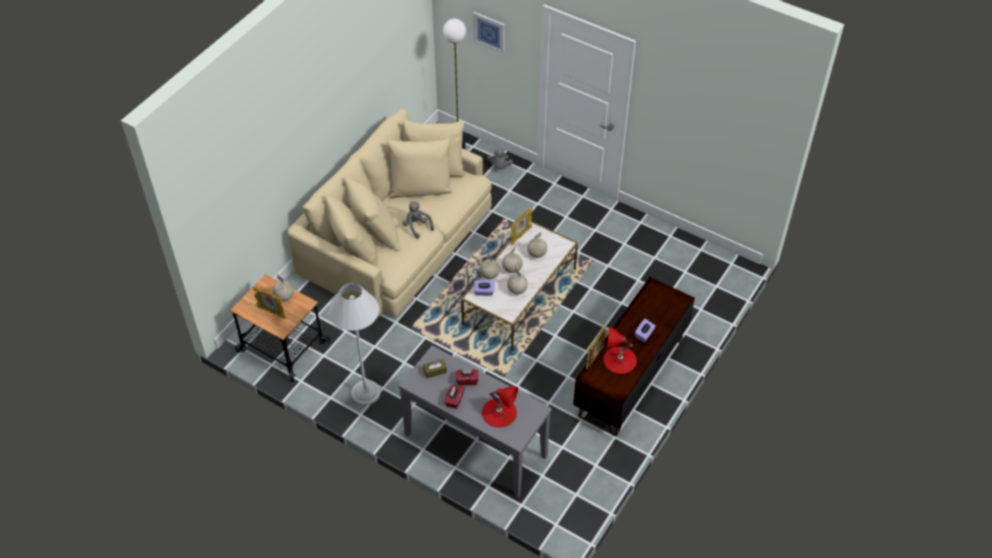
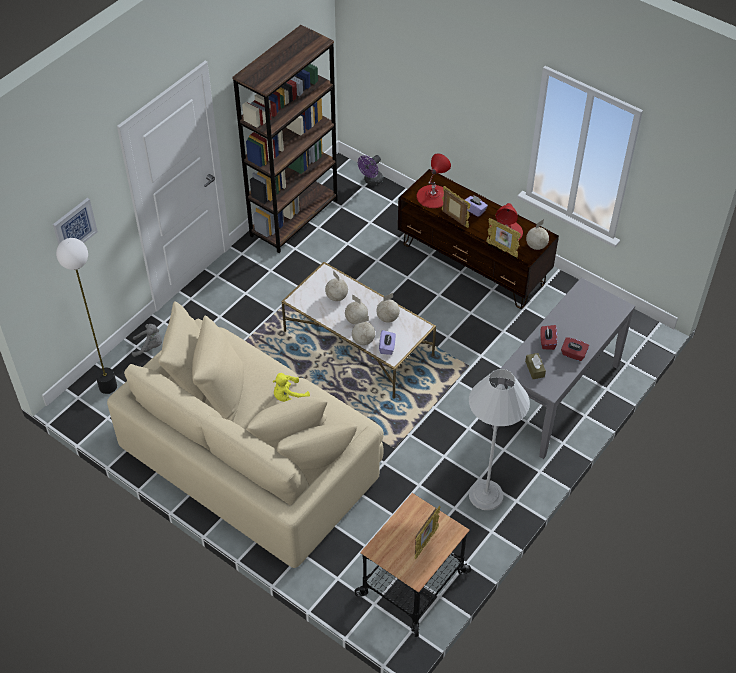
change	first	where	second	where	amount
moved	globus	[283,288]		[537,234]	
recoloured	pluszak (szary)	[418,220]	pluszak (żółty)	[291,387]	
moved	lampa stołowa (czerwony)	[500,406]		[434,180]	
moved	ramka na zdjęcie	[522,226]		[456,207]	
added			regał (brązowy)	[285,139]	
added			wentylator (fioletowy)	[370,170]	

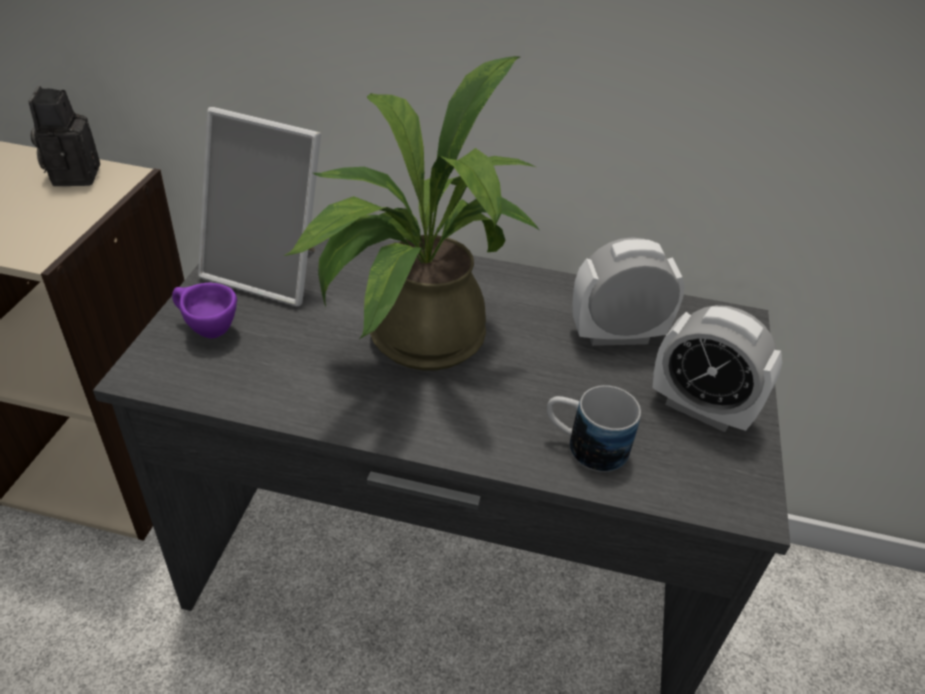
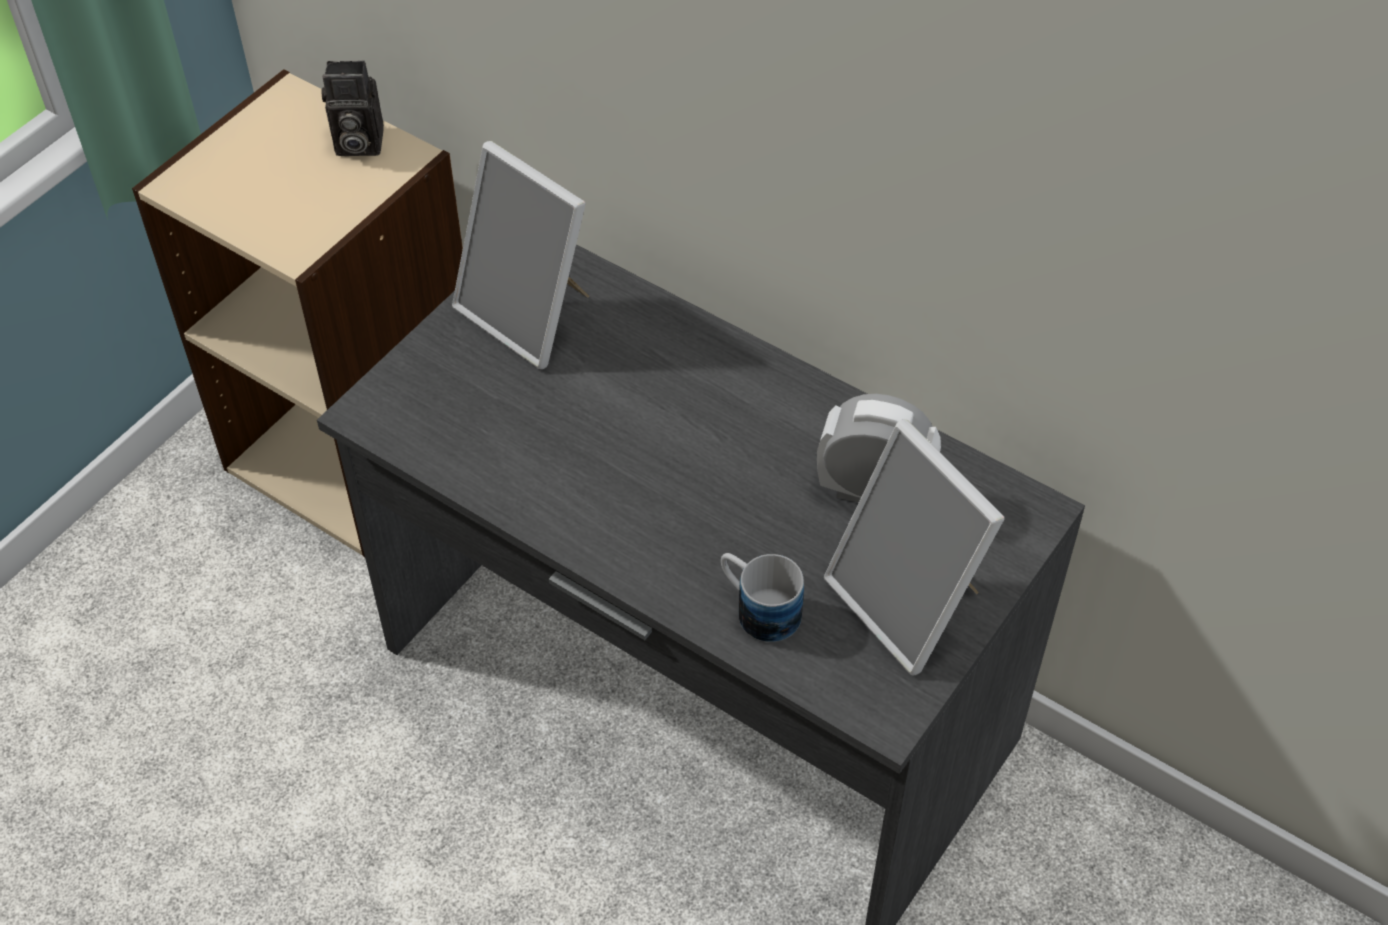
change	first	where	second	where	amount
turned	aparat fotograficzny	[64,136]		[353,108]	105 degrees counterclockwise
removed	filiżanka (fioletowy)	[204,310]			
removed	roślina doniczkowa	[412,213]			
replaced	budzik	[717,368]	ramka na zdjęcie	[914,547]	

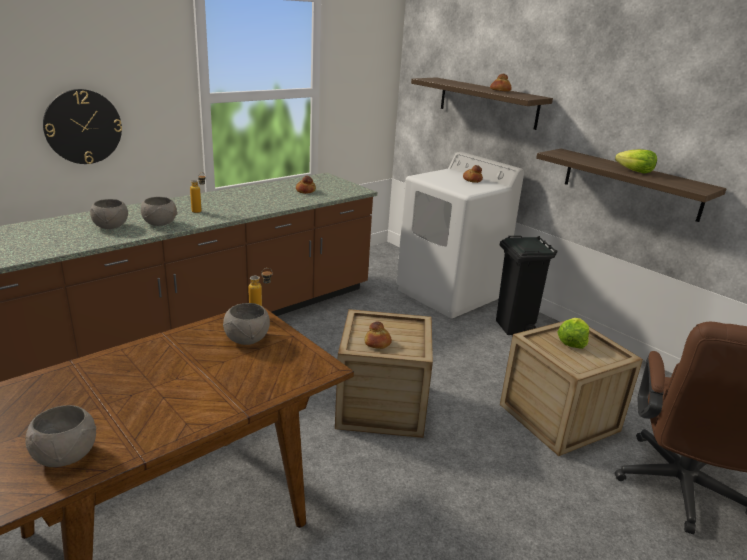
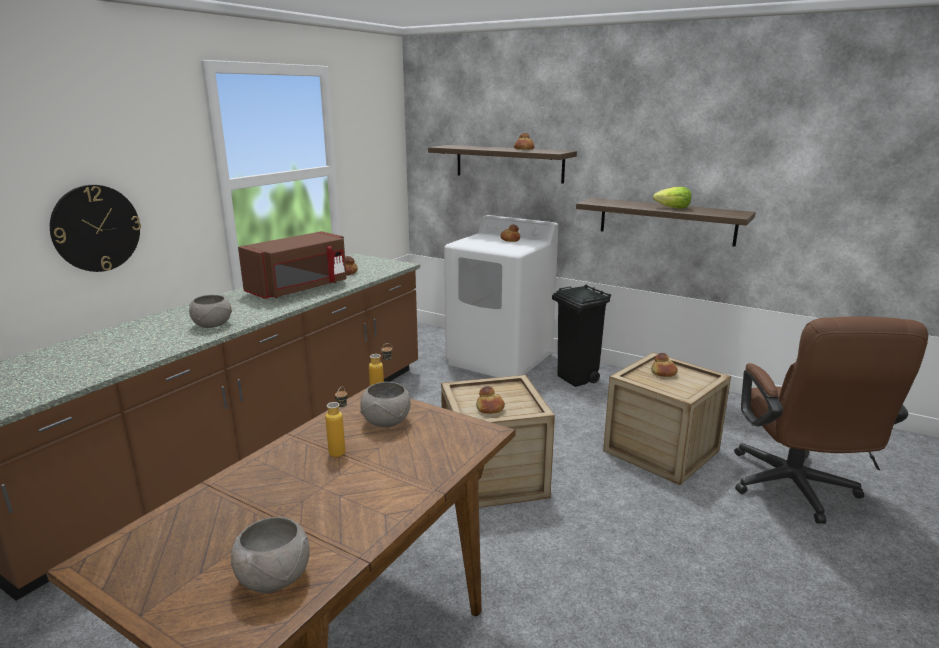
change	first	where	second	where	amount
removed	miska (szary)	[109,214]			
moved	butelka	[197,192]		[336,421]	
replaced	sałata	[573,333]	chleb	[664,365]	
added			mikrofalówka (brązowy)	[292,265]	

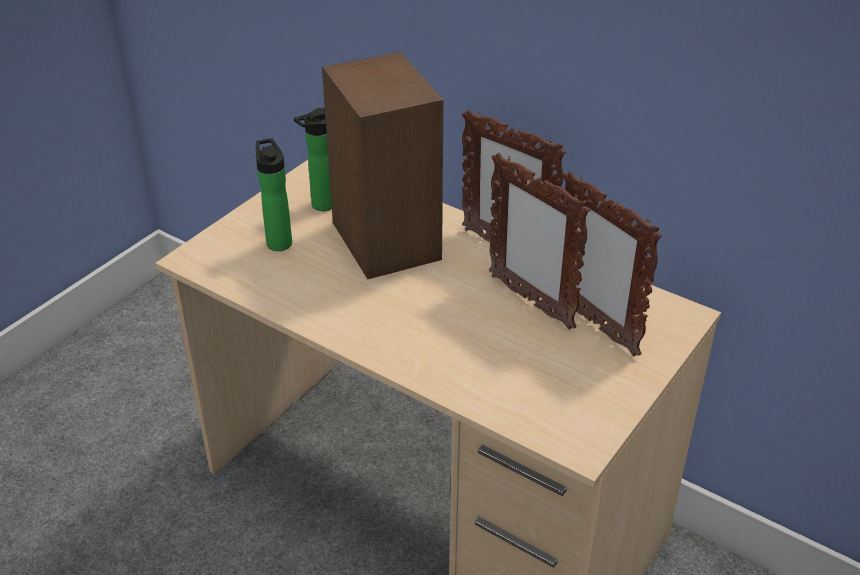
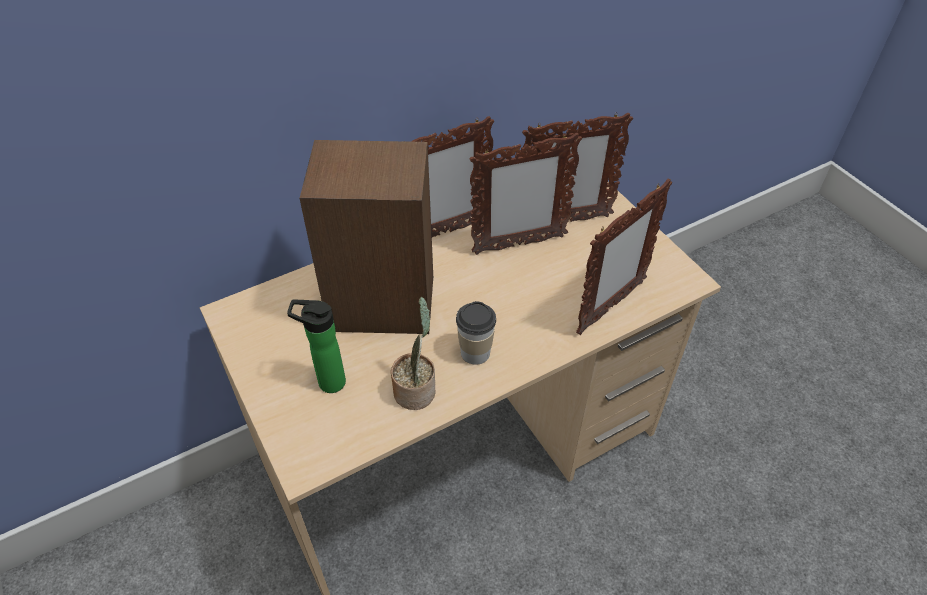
change	first	where	second	where	amount
removed	butelka	[313,159]			
added			roślina doniczkowa	[413,353]	
added			filiżanka	[476,333]	
added			ramka na zdjęcie	[624,257]	

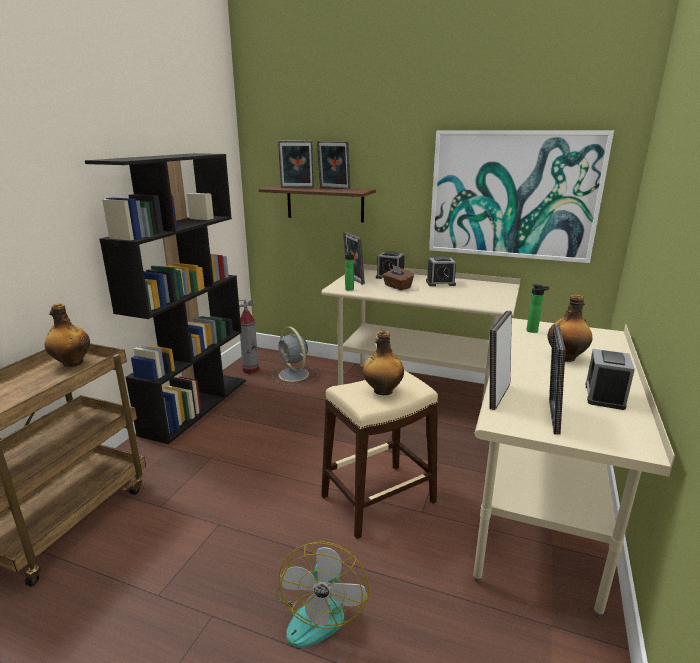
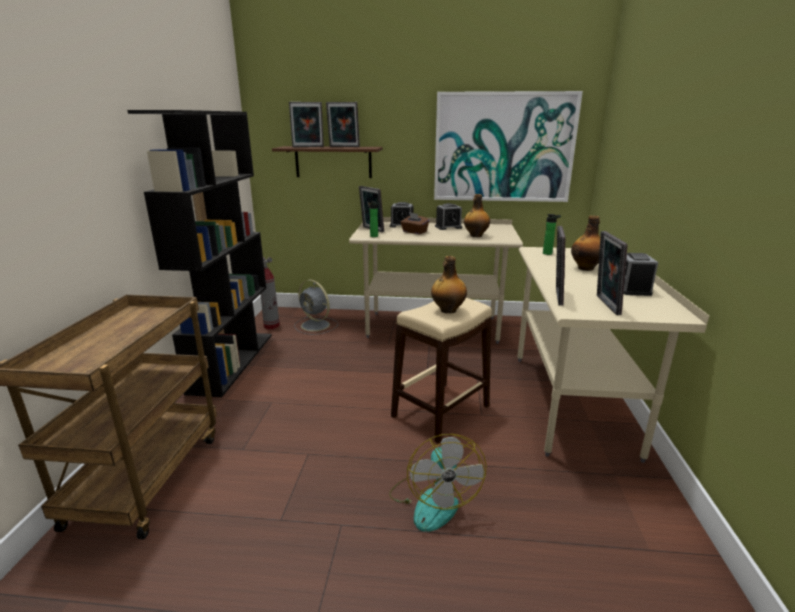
change	first	where	second	where	amount
moved	butelka	[67,335]		[477,215]	

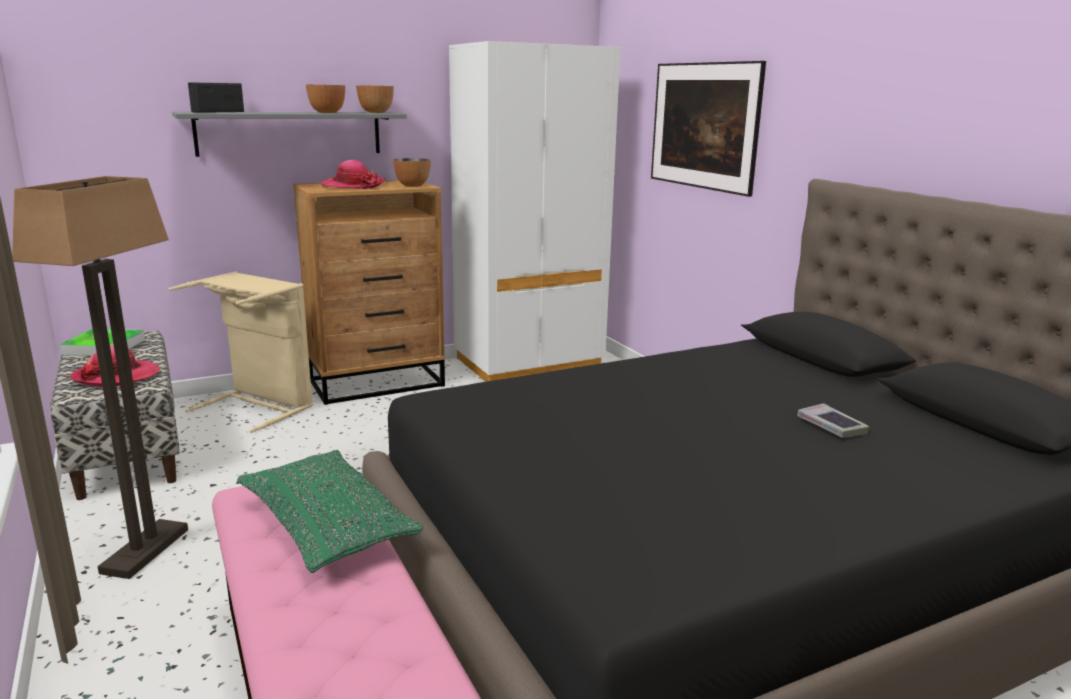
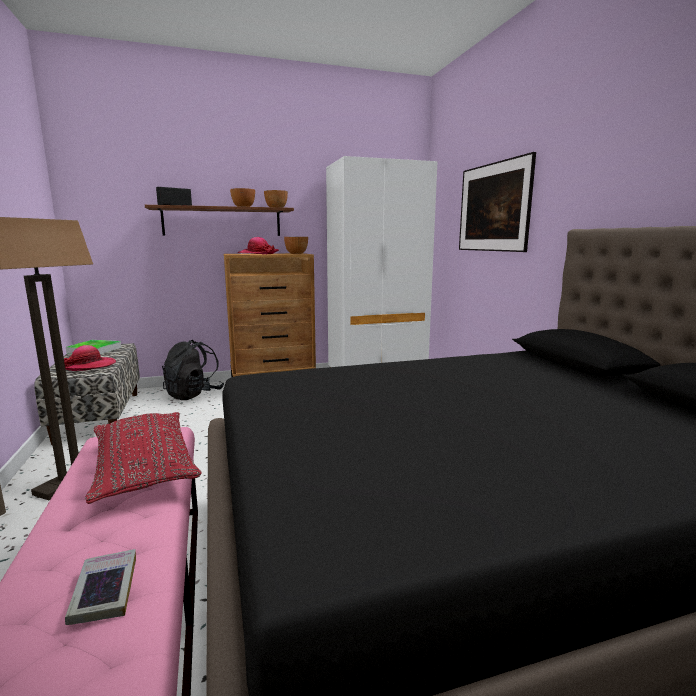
change	first	where	second	where	amount
replaced	kosz na pranie (beżowy)	[241,352]	plecak (czarny)	[193,370]	
recoloured	półka (szary)	[289,134]	półka (brązowy)	[219,220]	
recoloured	poduszka (zielony)	[330,511]	poduszka (czerwony)	[143,458]	
moved	książka	[833,420]		[100,587]	

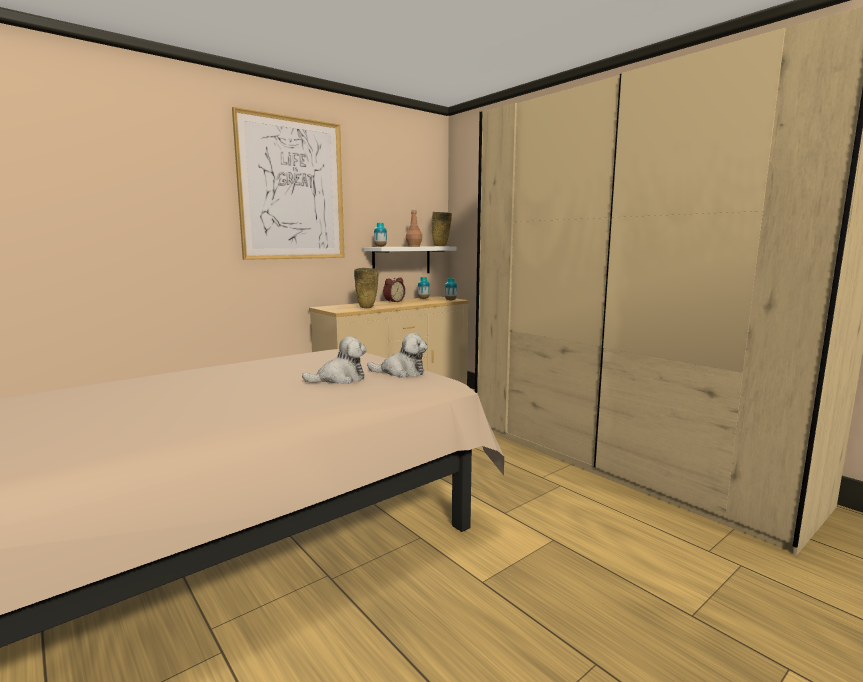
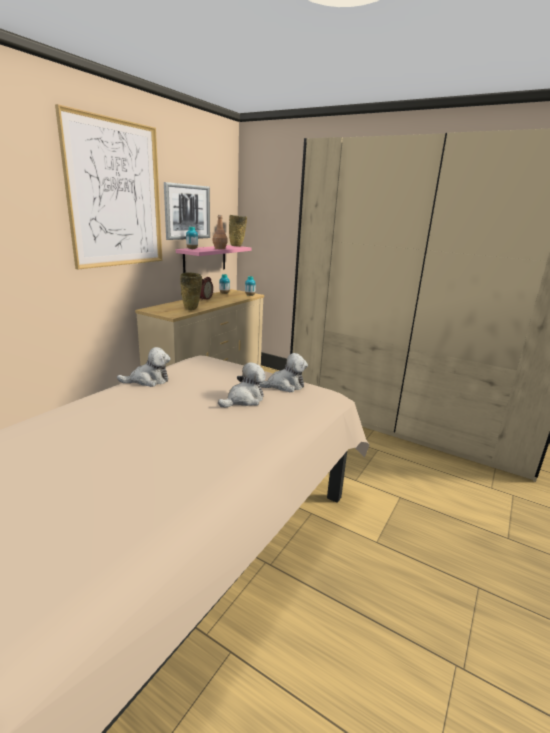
change	first	where	second	where	amount
recoloured	półka (biały)	[409,260]	półka (różowy)	[213,259]	
added			pluszak	[144,367]	
added			obraz	[187,211]	

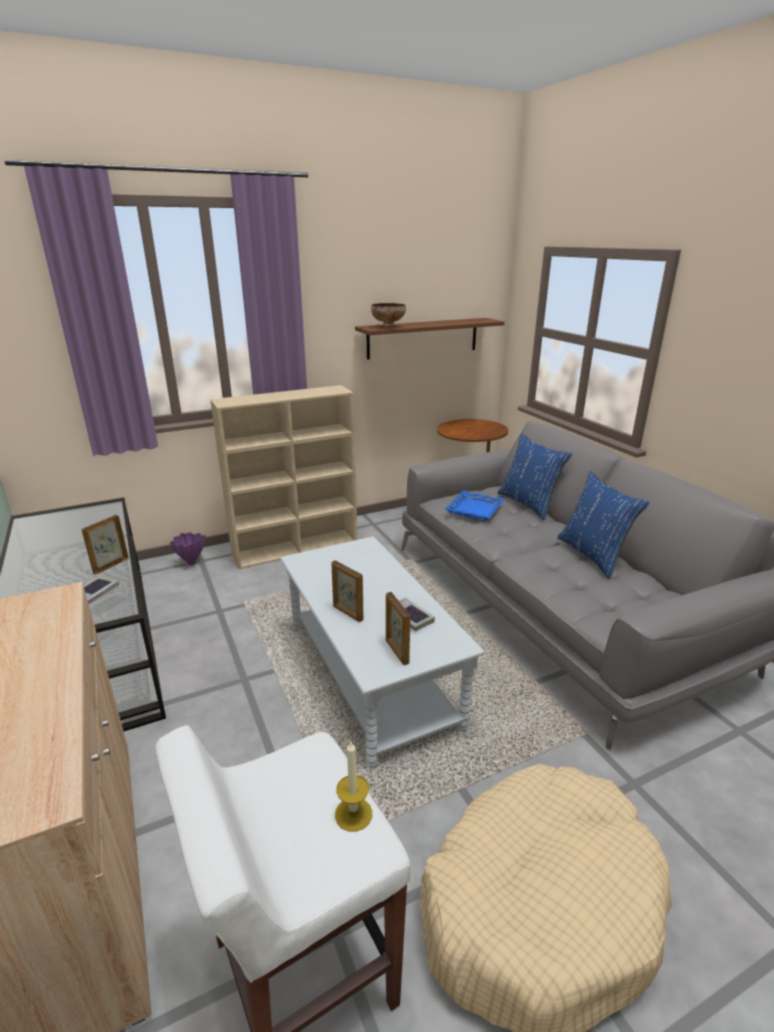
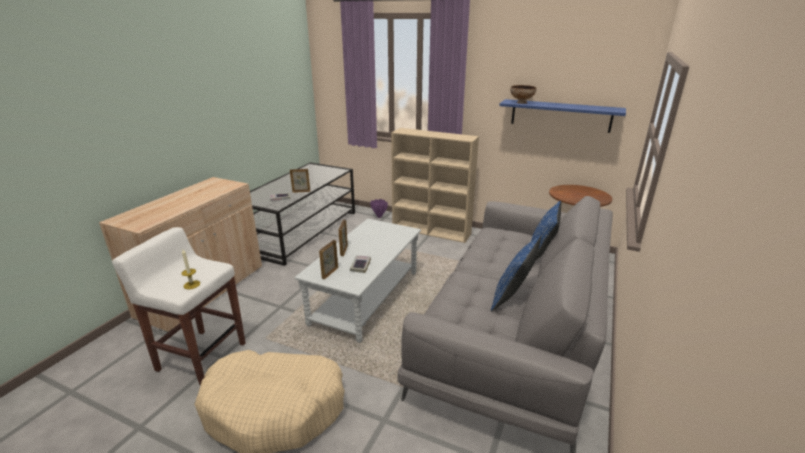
change	first	where	second	where	amount
recoloured	półka (brązowy)	[430,339]	półka (niebieski)	[562,116]	
removed	taca (niebieski)	[475,505]			

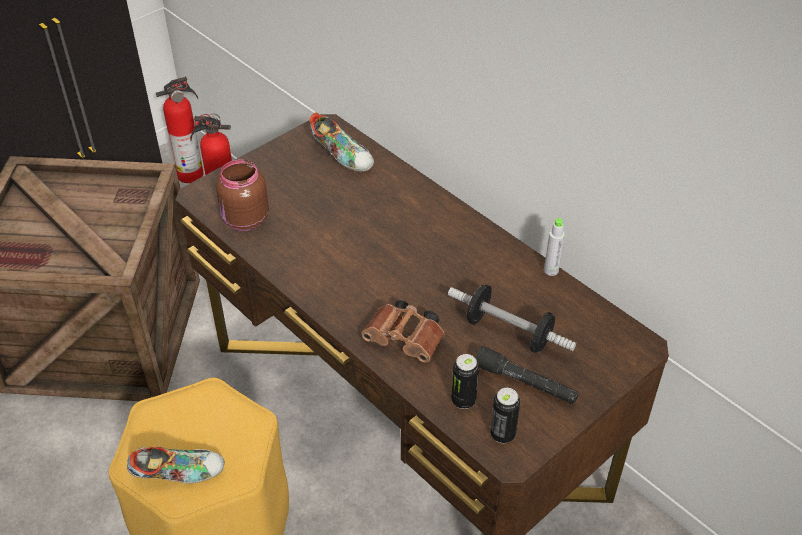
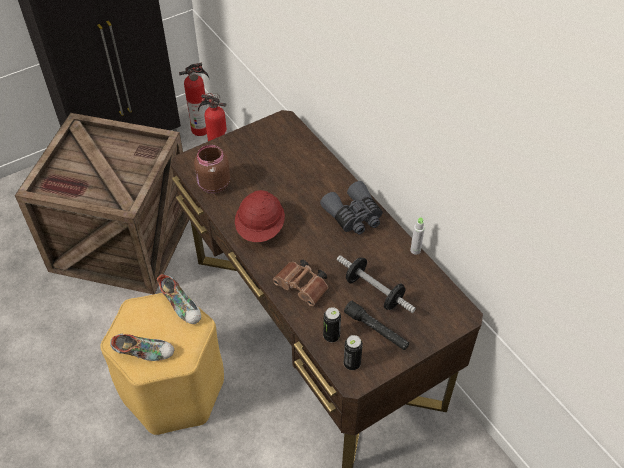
change	first	where	second	where	amount
moved	but	[341,142]		[179,299]	
added			kask (czerwony)	[260,216]	
added			lornetka (szary)	[351,207]	

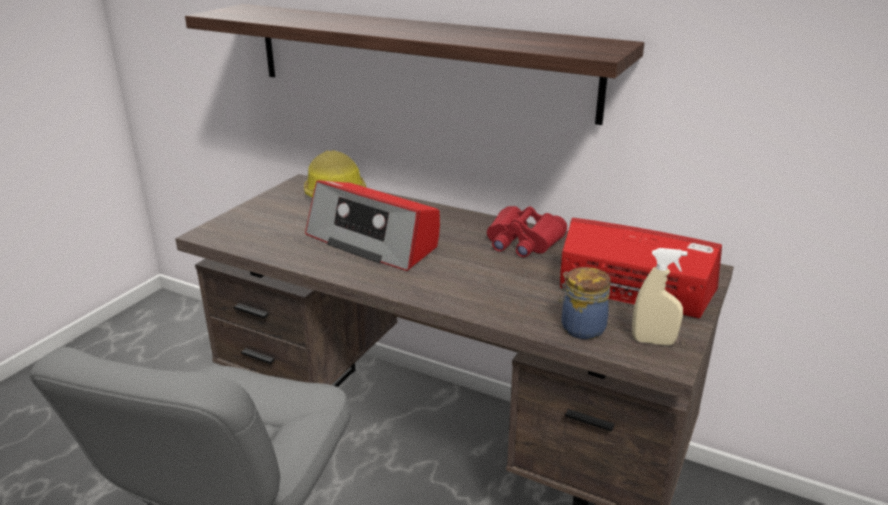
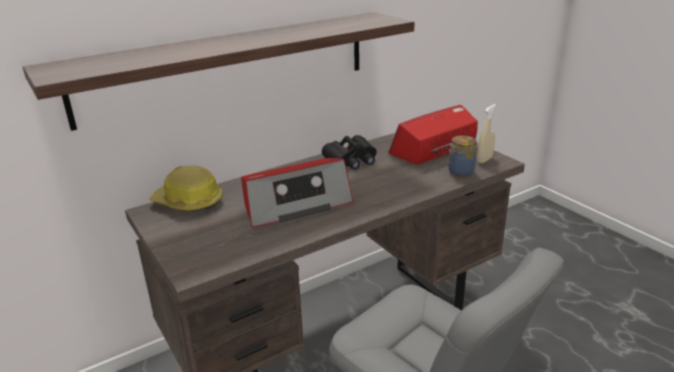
change	first	where	second	where	amount
recoloured	lornetka (czerwony)	[527,231]	lornetka (czarny)	[349,152]	

